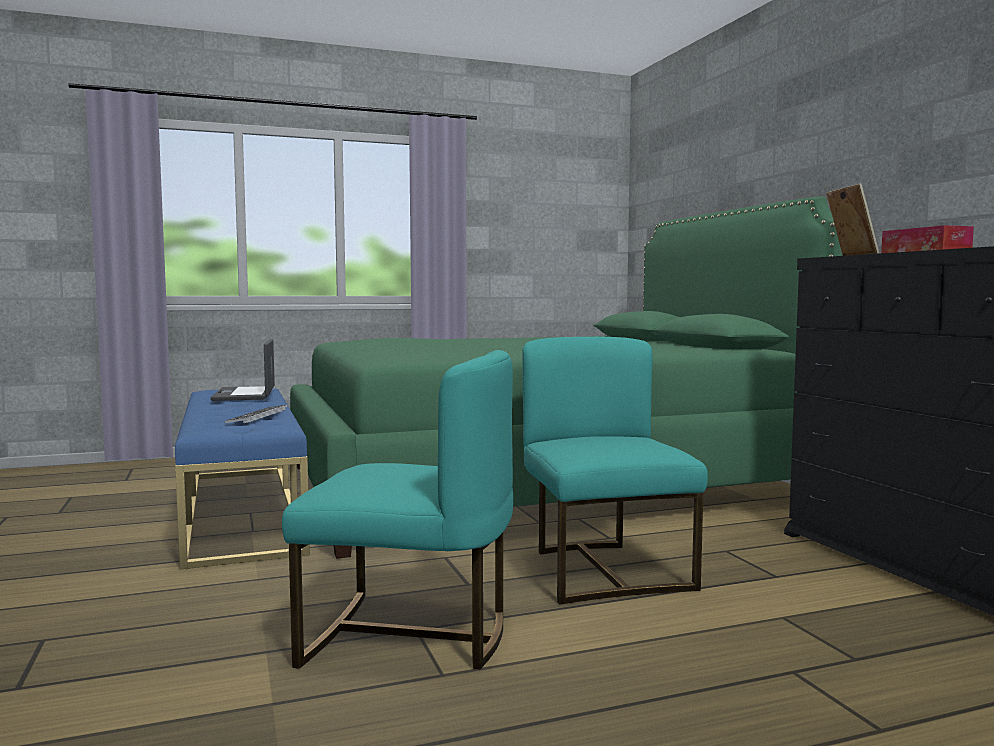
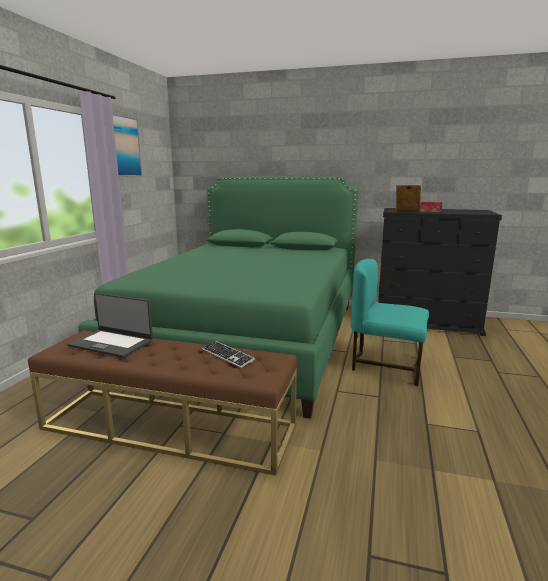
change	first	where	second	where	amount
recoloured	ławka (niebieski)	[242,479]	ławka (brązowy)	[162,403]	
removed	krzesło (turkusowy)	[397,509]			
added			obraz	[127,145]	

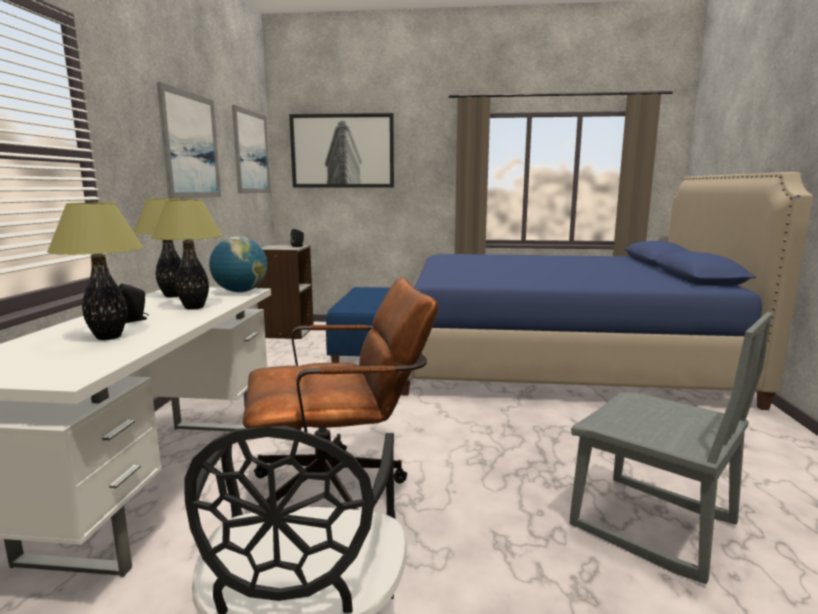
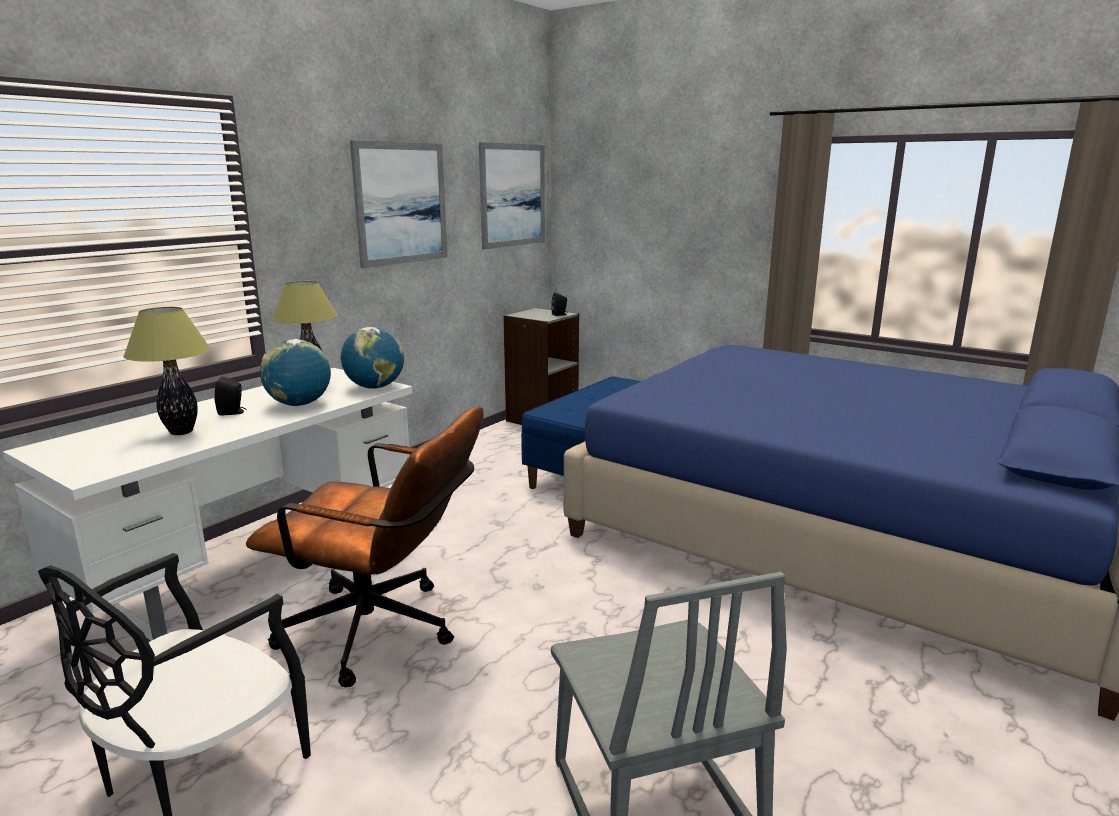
change	first	where	second	where	amount
replaced	lampa stołowa	[187,254]	globus	[295,372]	
removed	obraz	[341,150]			

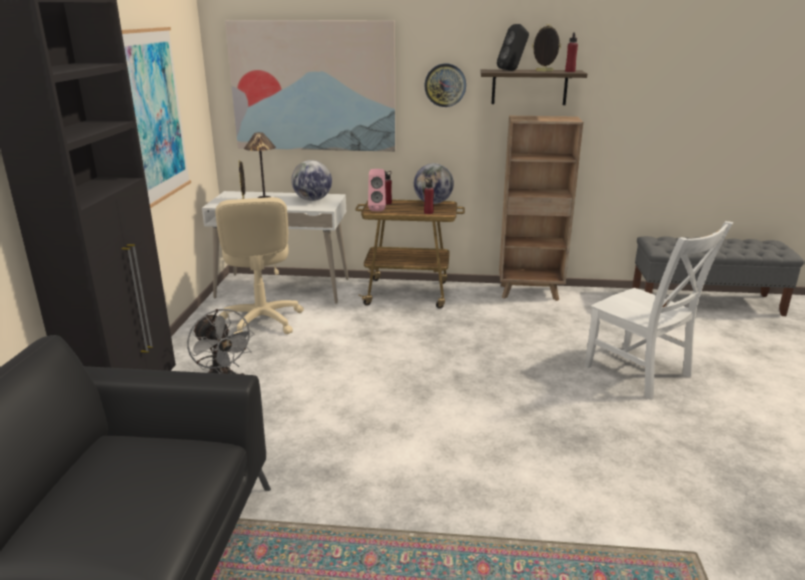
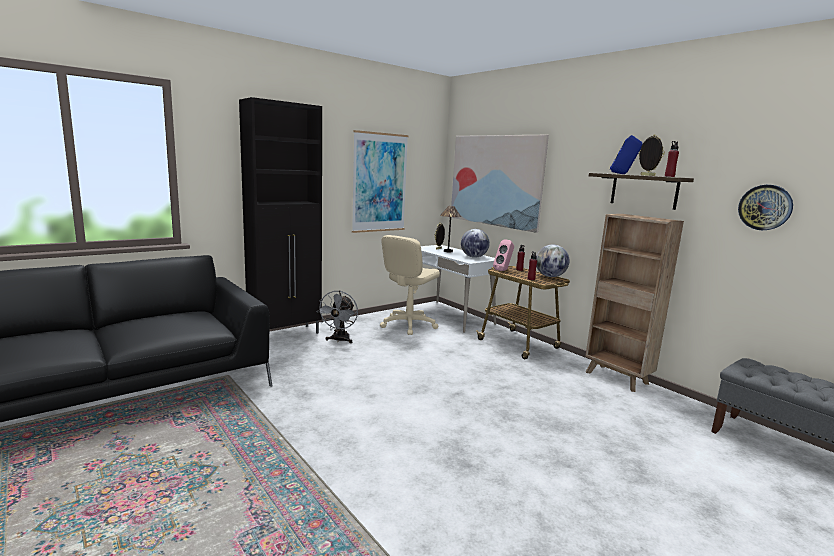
change	first	where	second	where	amount
moved	zegar ścienny	[445,85]		[765,207]	
recoloured	głośnik (czarny)	[513,47]	głośnik (niebieski)	[626,154]	
removed	krzesło (biały)	[658,310]			

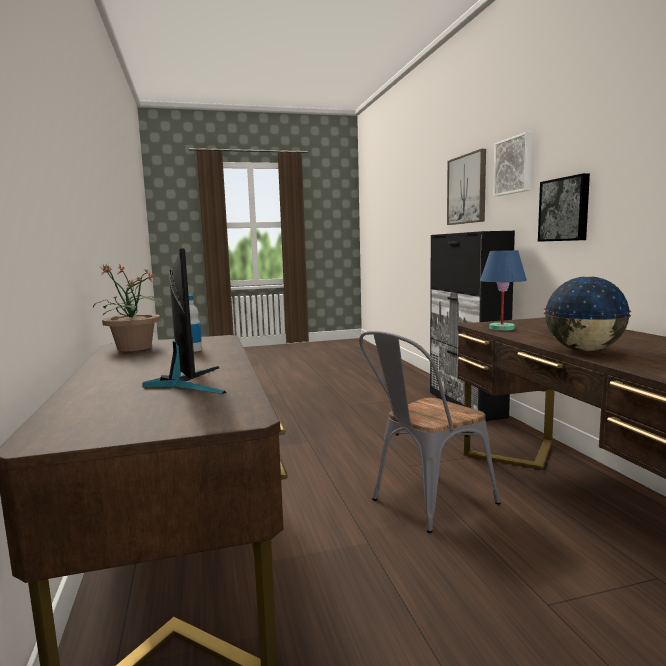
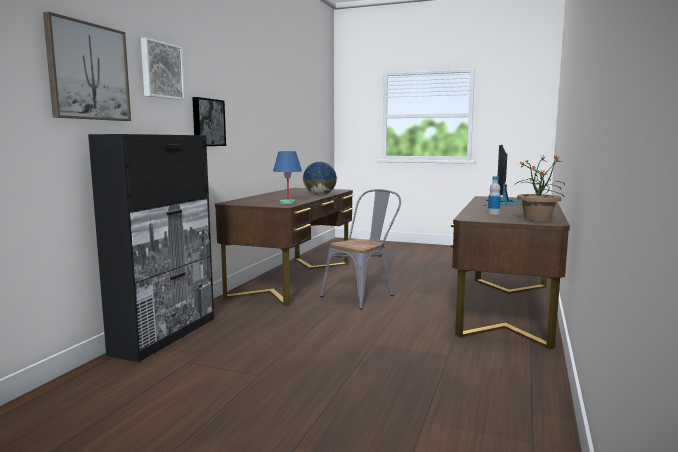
change	first	where	second	where	amount
turned	krzesło (szary)	[430,432]		[360,249]	45 degrees counterclockwise

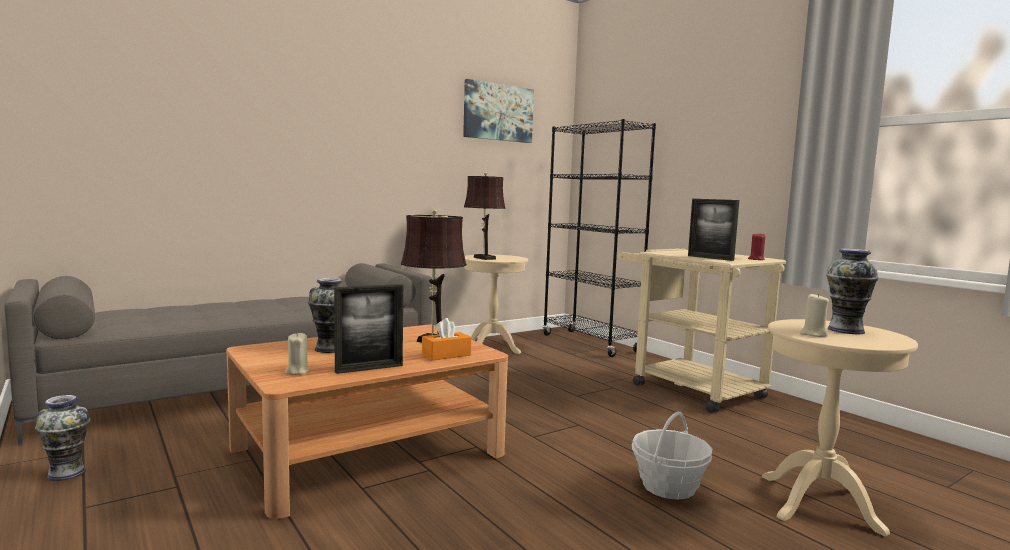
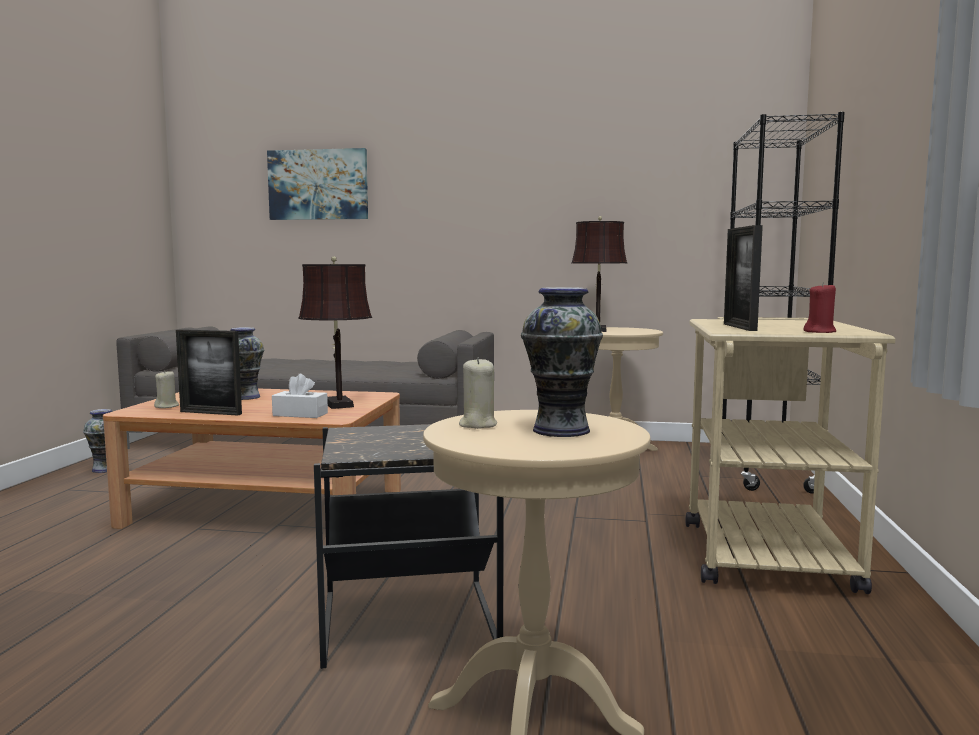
change	first	where	second	where	amount
recoloured	pudełko chusteczek (pomarańczowy)	[446,339]	pudełko chusteczek (biały)	[300,396]	
moved	obraz	[498,111]		[317,184]	
replaced	koszyk	[671,456]	stolik (czarny)	[409,546]	

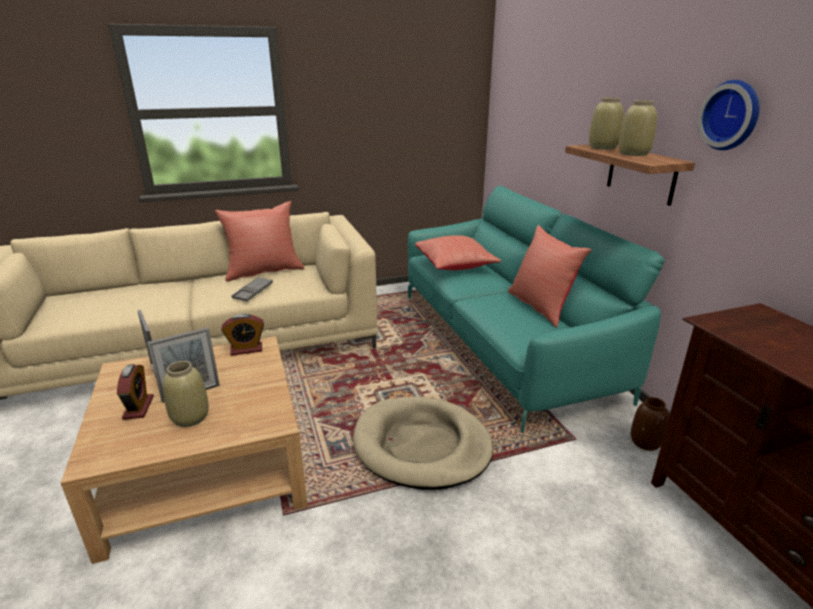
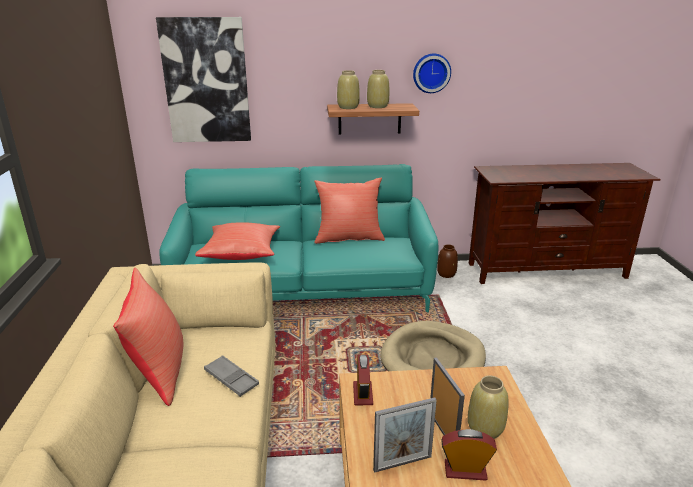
change	first	where	second	where	amount
added			obraz	[203,79]	

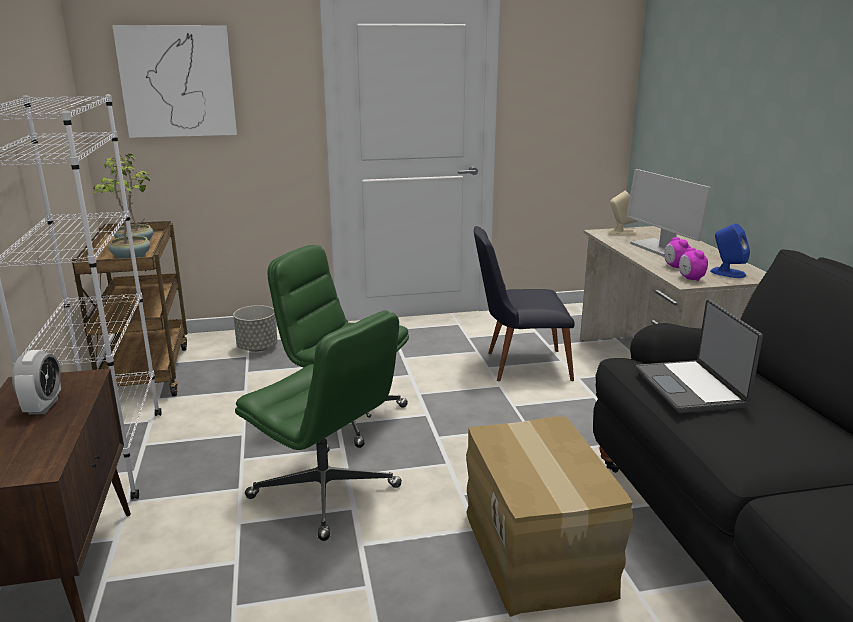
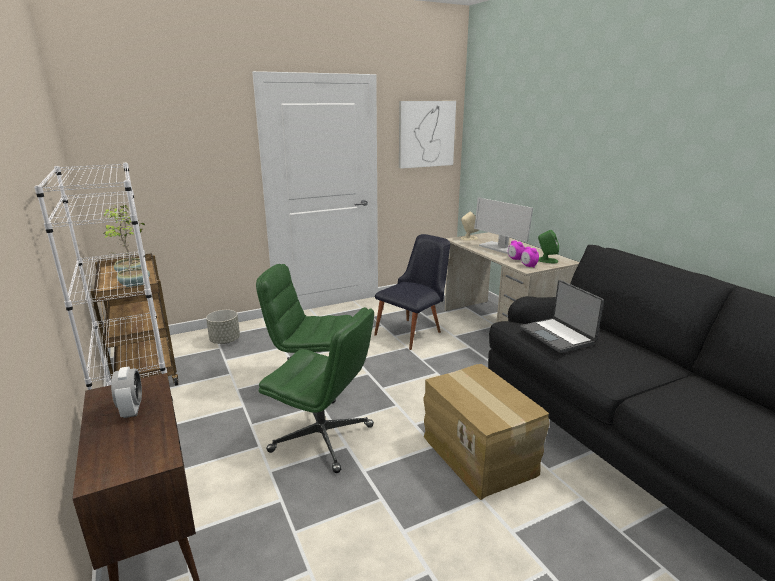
change	first	where	second	where	amount
moved	obraz	[174,81]		[427,135]	
turned	krzesło (czarny)	[524,303]		[412,292]	150 degrees clockwise
recoloured	głośnik (niebieski)	[730,250]	głośnik (zielony)	[548,246]	

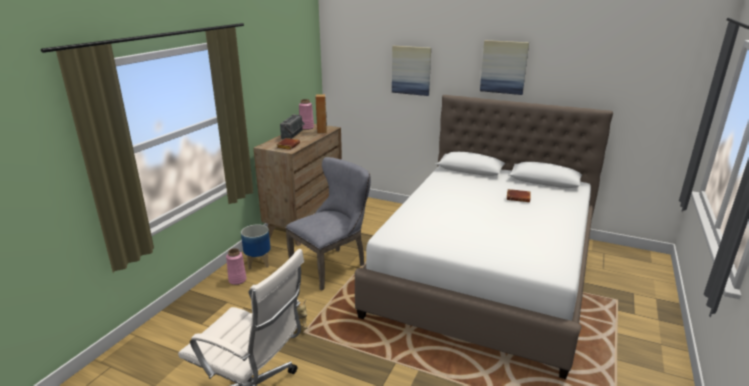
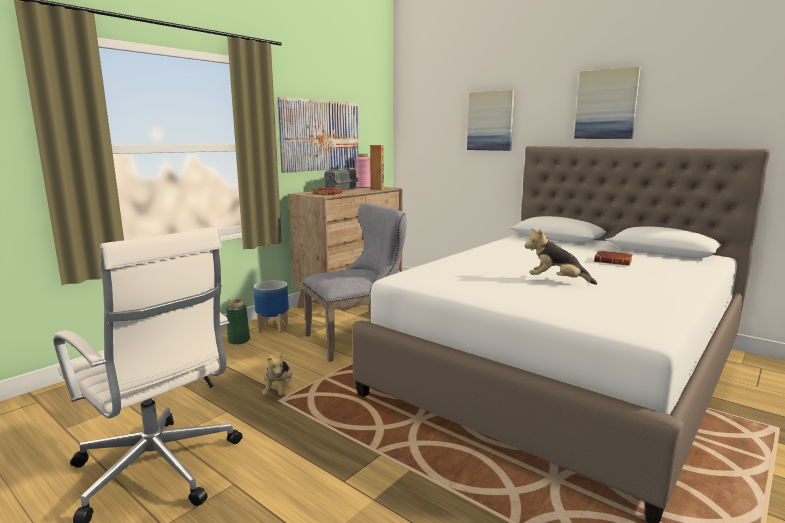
change	first	where	second	where	amount
recoloured	wazon (różowy)	[236,266]	wazon (zielony)	[238,322]	
added			obraz	[317,135]	
added			pluszak	[561,256]	

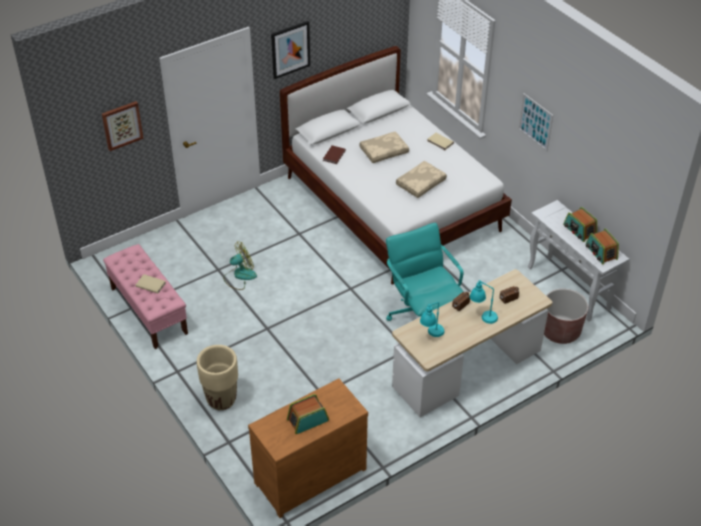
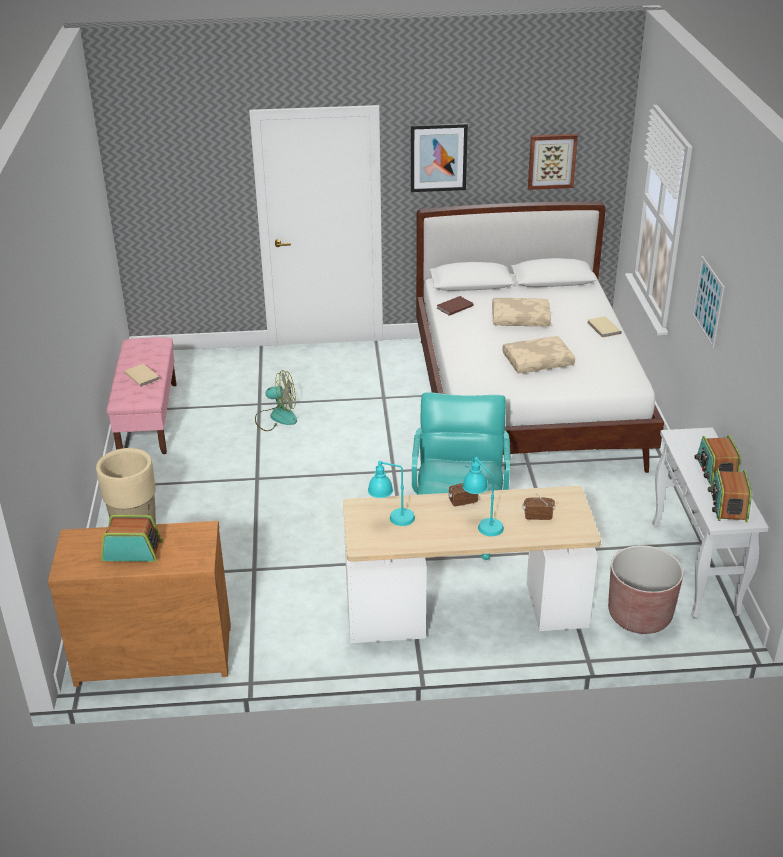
change	first	where	second	where	amount
moved	obraz	[123,126]		[553,162]	

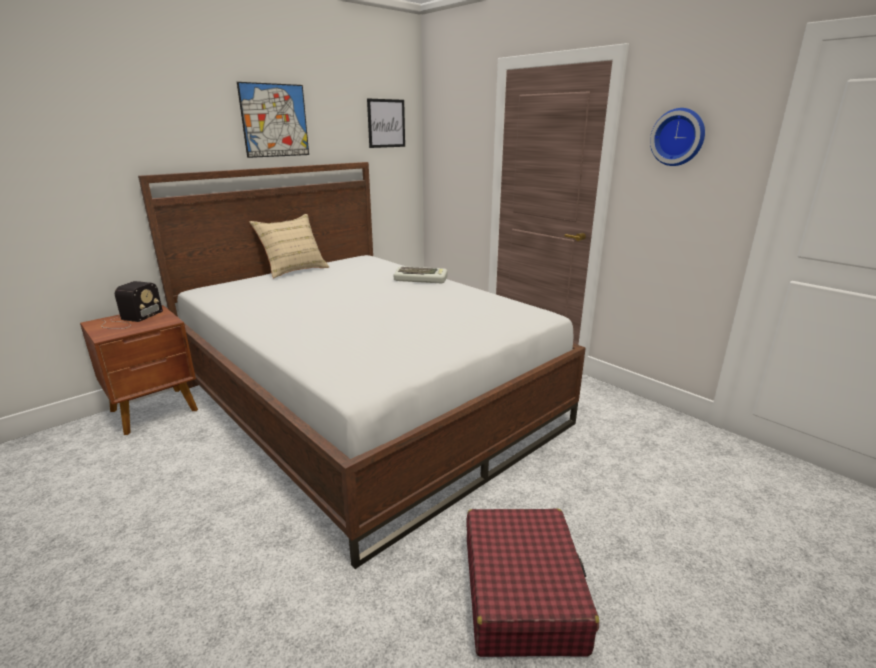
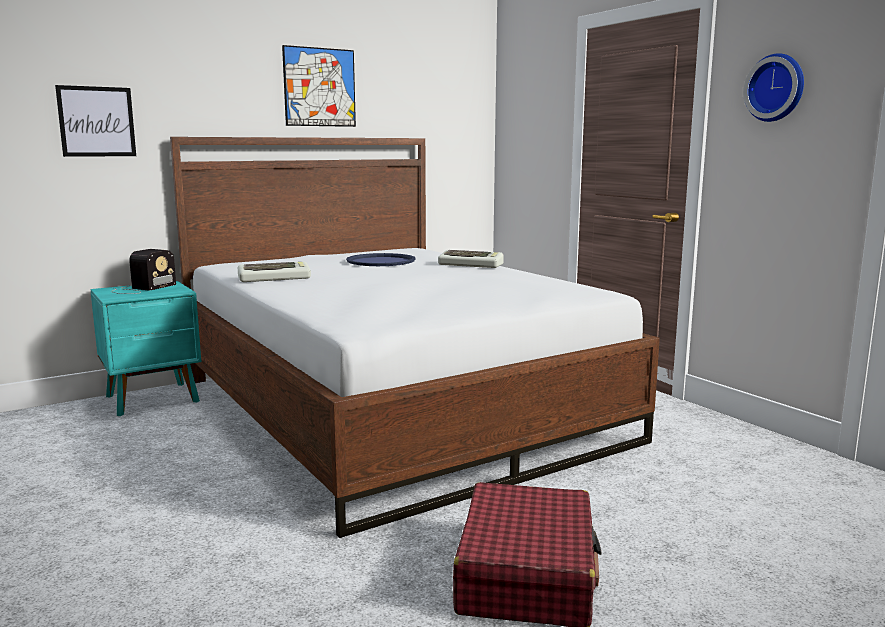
change	first	where	second	where	amount
recoloured	szafka nocna (brązowy)	[139,370]	szafka nocna (turkusowy)	[146,348]	
removed	poduszka (beżowy)	[289,246]			
moved	obraz	[386,123]		[95,121]	
added			klawiatura	[274,271]	
added			taca (niebieski)	[381,259]	

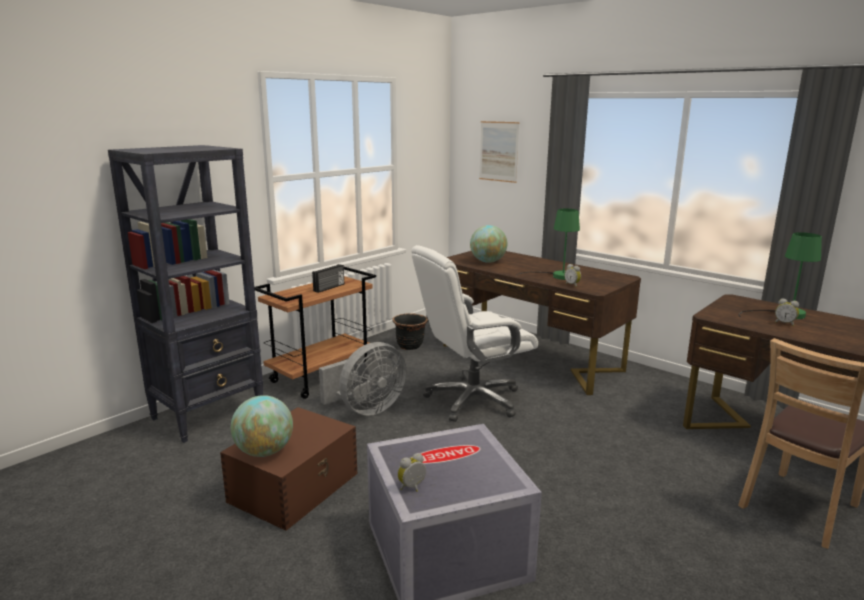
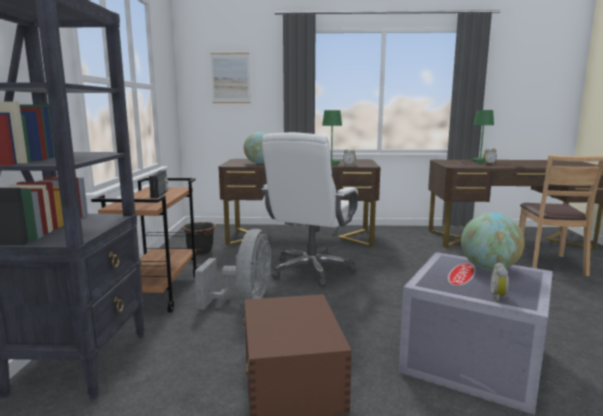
change	first	where	second	where	amount
moved	globus	[262,426]		[493,242]	

